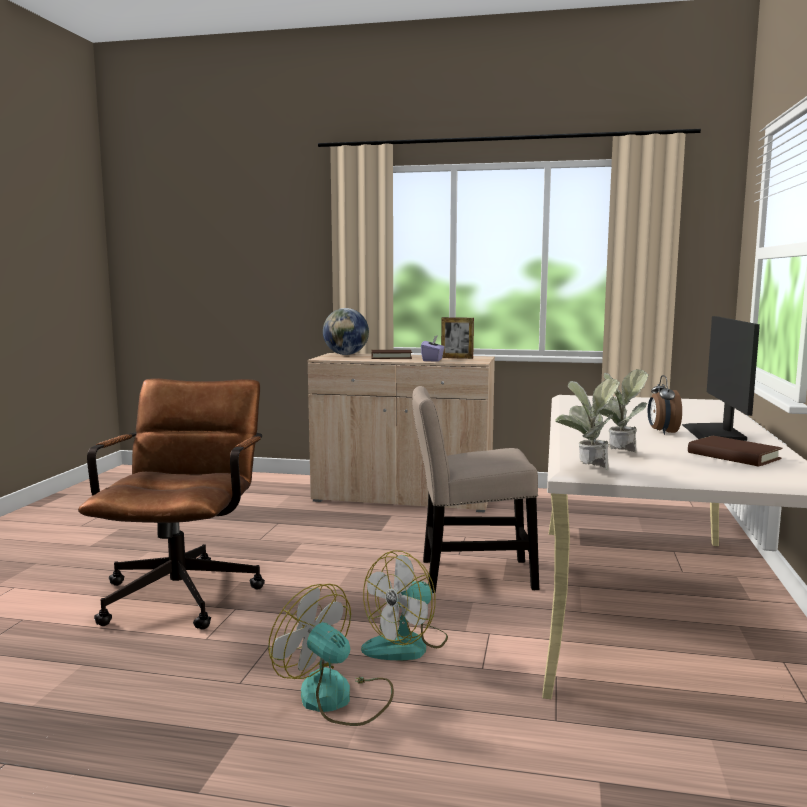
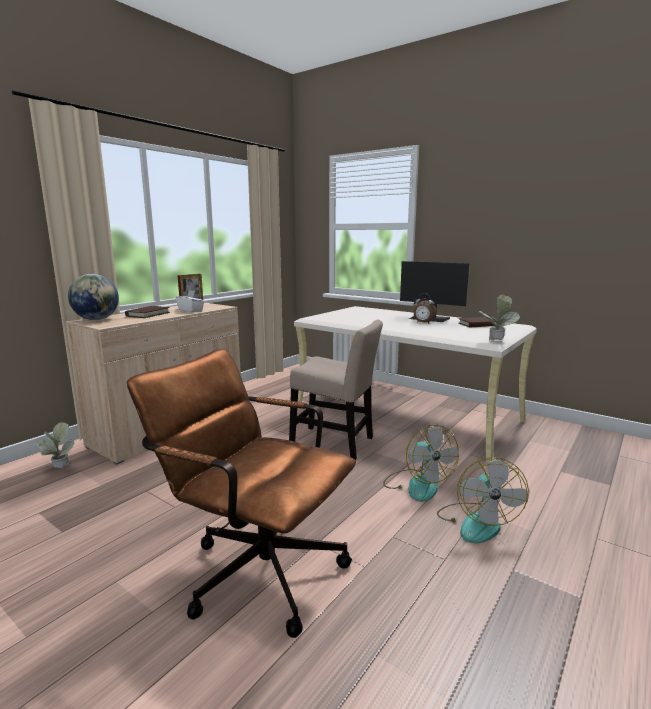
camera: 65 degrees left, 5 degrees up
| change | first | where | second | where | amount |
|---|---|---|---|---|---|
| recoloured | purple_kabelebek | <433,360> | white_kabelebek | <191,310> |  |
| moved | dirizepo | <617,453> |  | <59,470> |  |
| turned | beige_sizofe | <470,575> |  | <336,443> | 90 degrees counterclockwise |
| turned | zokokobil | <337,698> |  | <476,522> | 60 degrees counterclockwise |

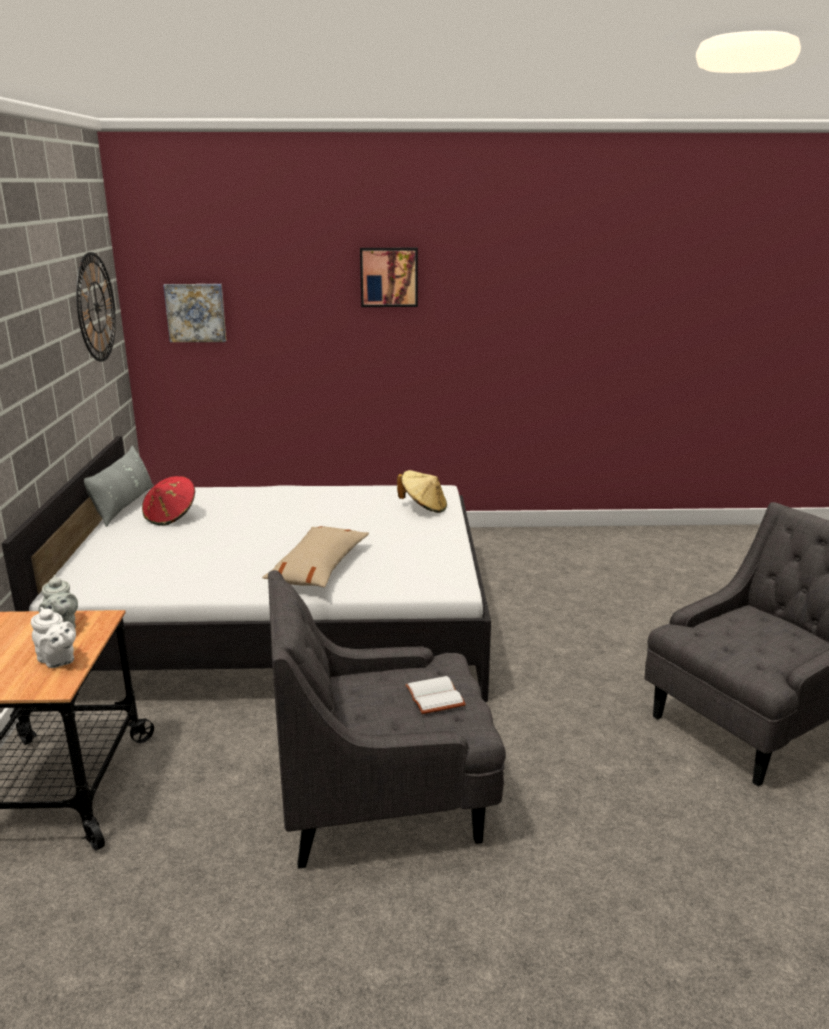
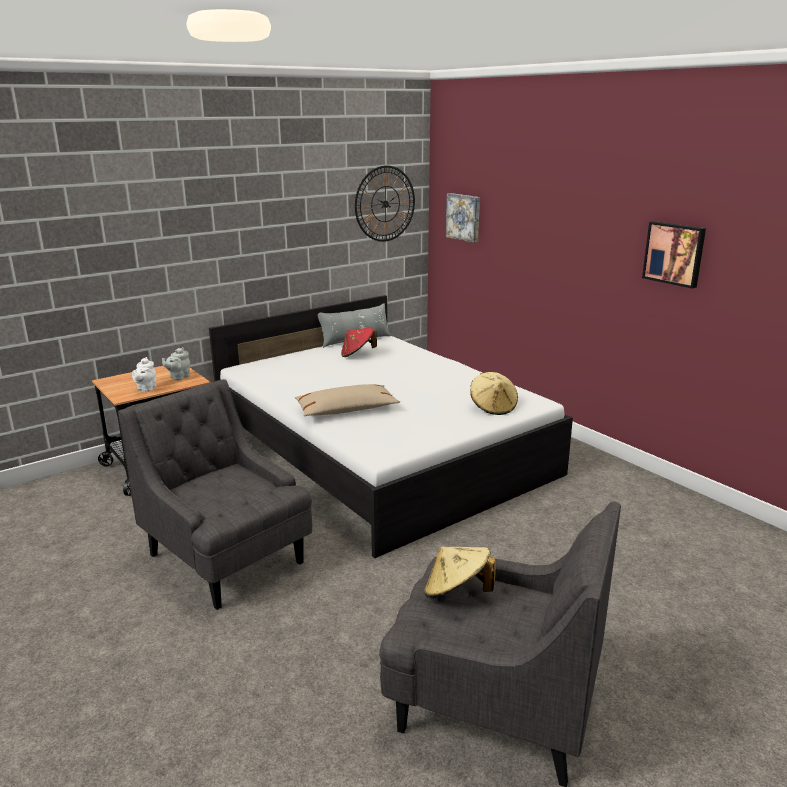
camera: 55 degrees right, 0 degrees up
| change | first | where | second | where | amount |
|---|---|---|---|---|---|
| moved | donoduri | <389,277> |  | <674,253> |  |
| removed | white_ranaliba | <436,696> |  |  |  |
| added |  |  | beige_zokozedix | <457,592> |  |

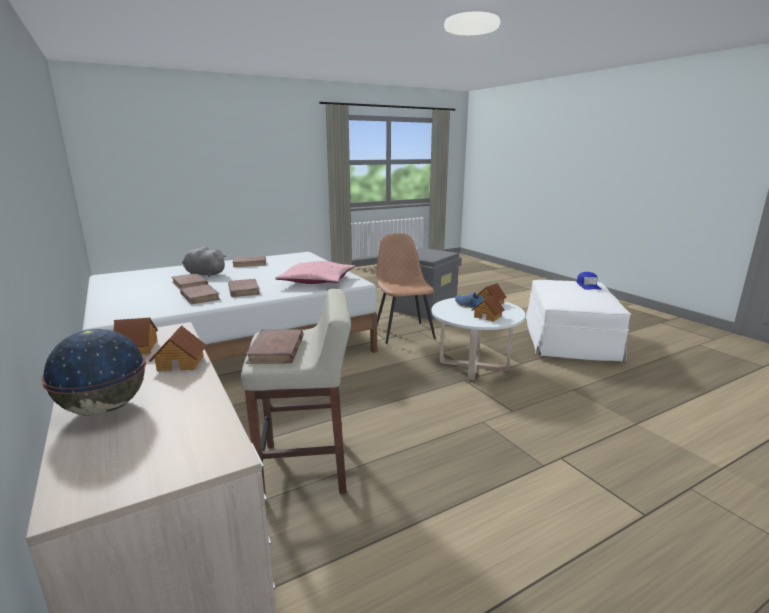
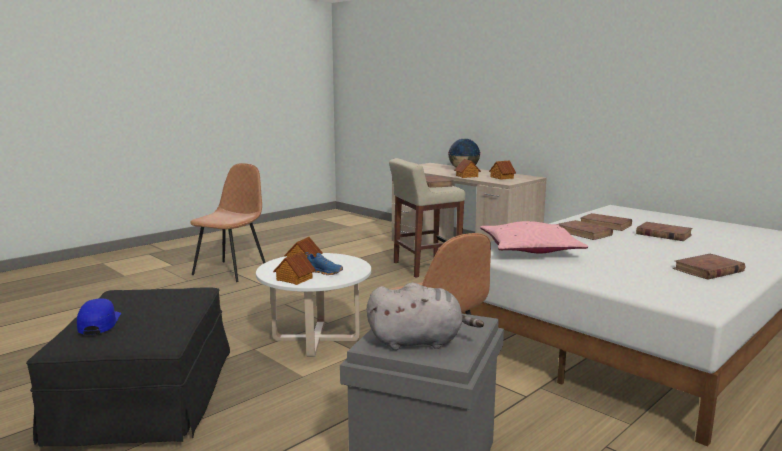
camera: 165 degrees right, 5 degrees down
| change | first | where | second | where | amount |
|---|---|---|---|---|---|
| moved | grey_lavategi | <204,274> |  | <419,342> |  |
| recoloured | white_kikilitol | <569,341> | black_kikilitol | <146,398> |  |
| added |  |  | brown_sizofe | <231,271> |  |

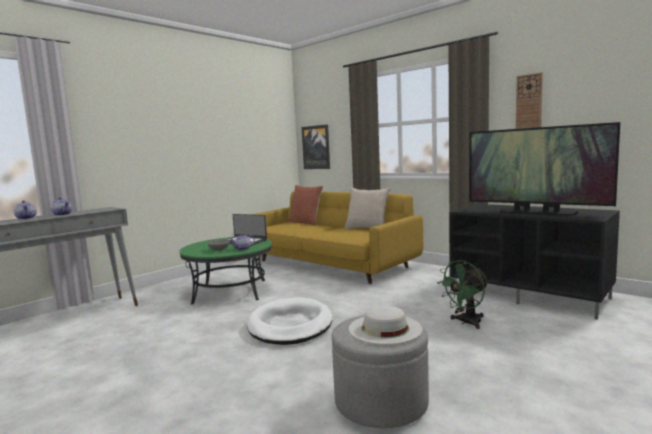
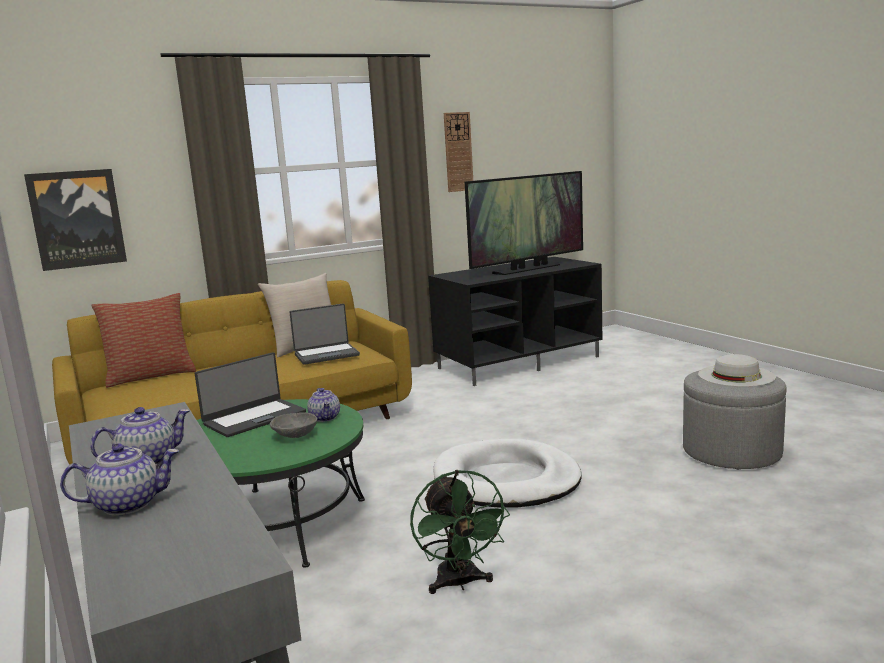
camera: 70 degrees left, 5 degrees up
| change | first | where | second | where | amount |
|---|---|---|---|---|---|
| moved | green_zokokobil | <466,322> |  | <460,583> |  |
| added |  |  | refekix | <326,355> |  |

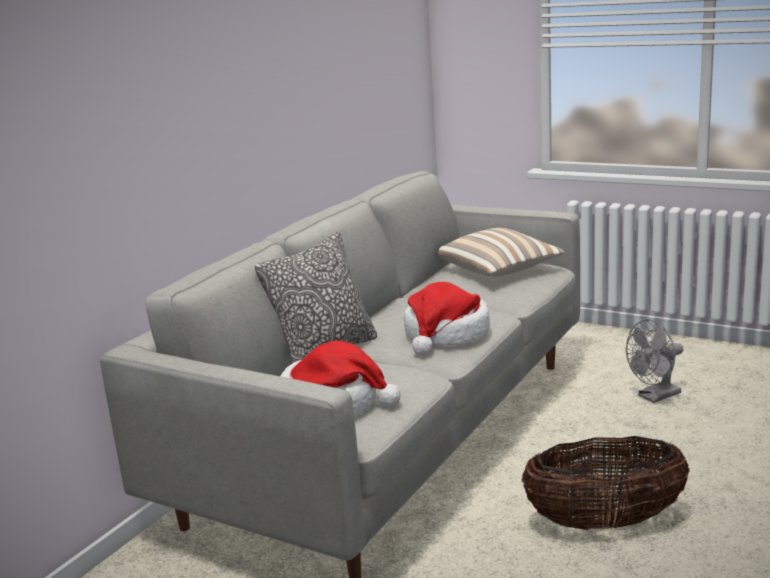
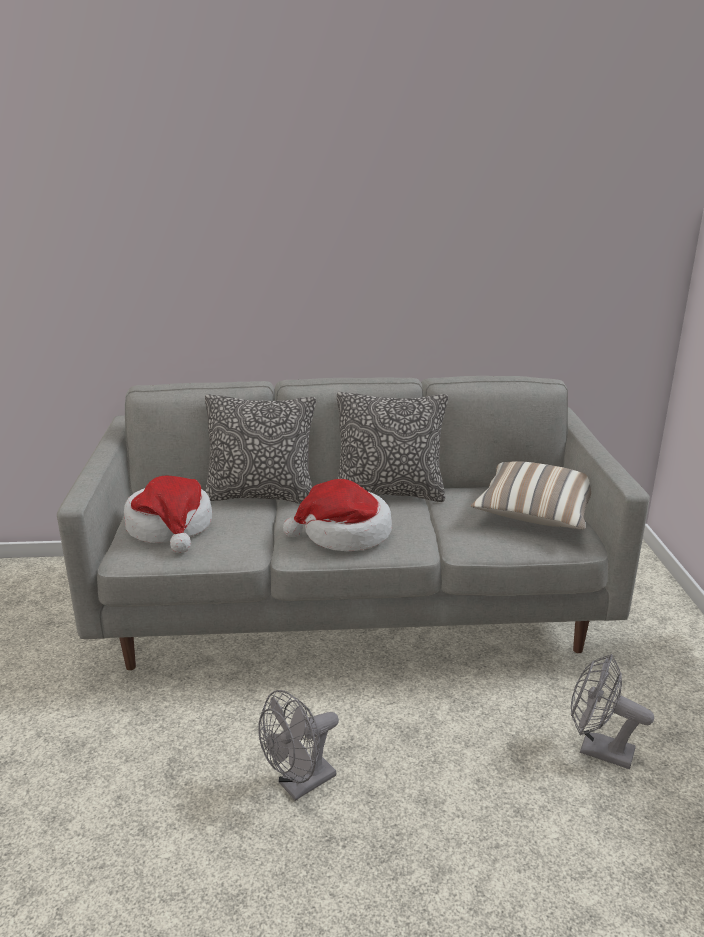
camera: 55 degrees right, 5 degrees up
| change | first | where | second | where | amount |
|---|---|---|---|---|---|
| replaced | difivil | <604,522> | grey_zokokobil | <300,785> |  |
| added |  |  | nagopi | <389,492> |  |

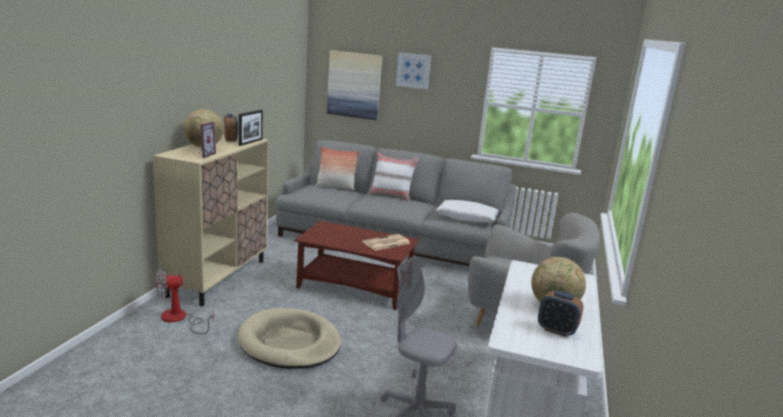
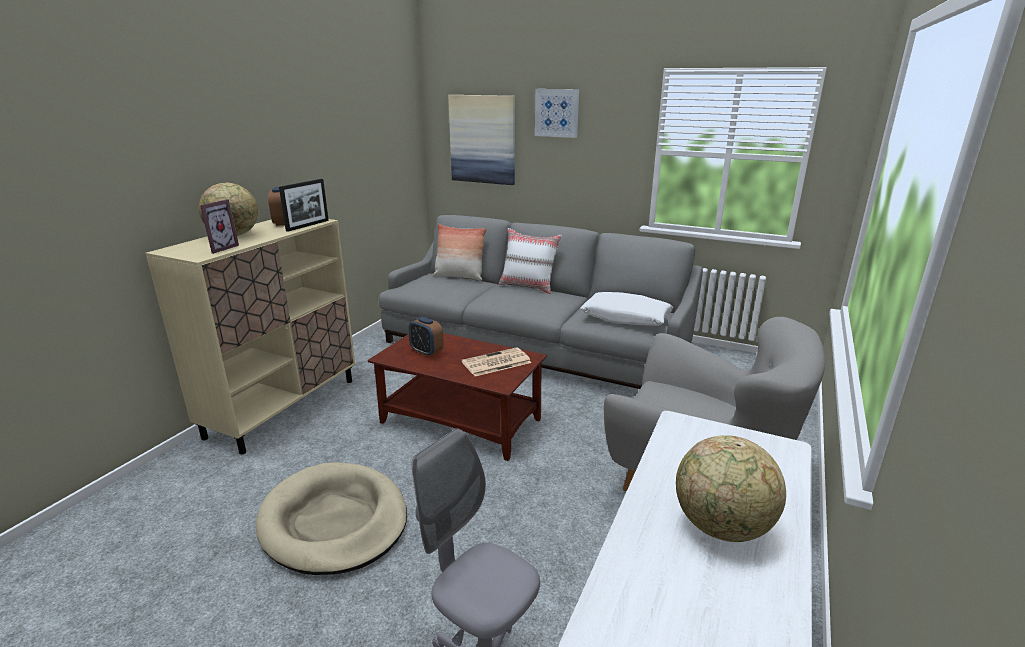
camera: 10 degrees right, 5 degrees up
| change | first | where | second | where | amount |
|---|---|---|---|---|---|
| removed | zokokobil | <179,319> |  |  |  |
| moved | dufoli | <556,330> |  | <426,351> |  |

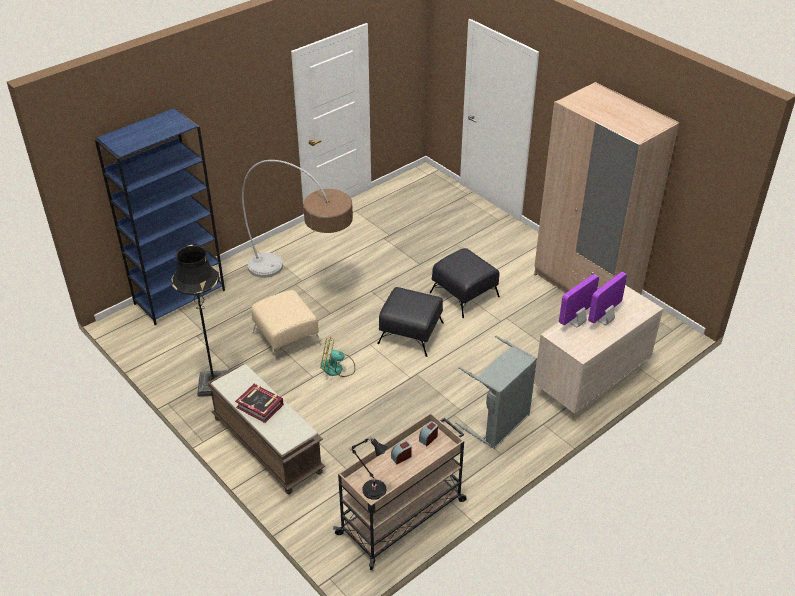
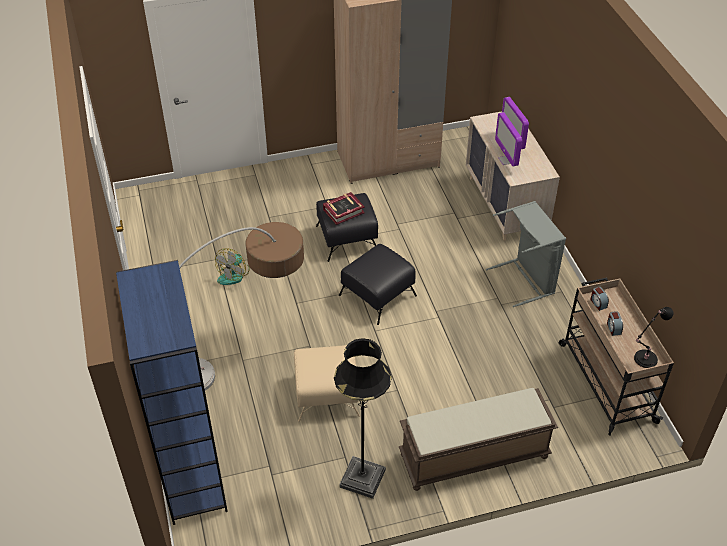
camera: 65 degrees left, 5 degrees up
| change | first | where | second | where | amount |
|---|---|---|---|---|---|
| moved | zokokobil | <337,368> |  | <234,274> |  |
| moved | ranaliba | <260,406> |  | <343,211> |  |

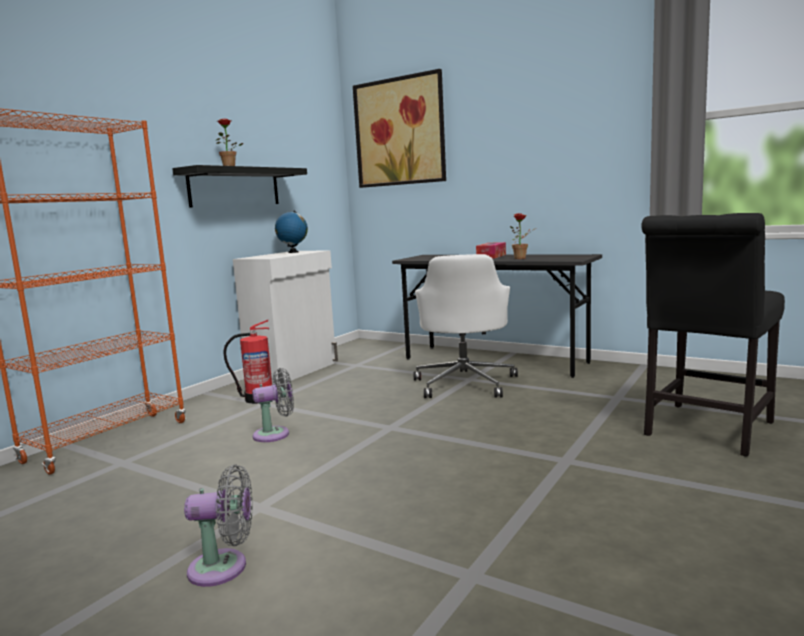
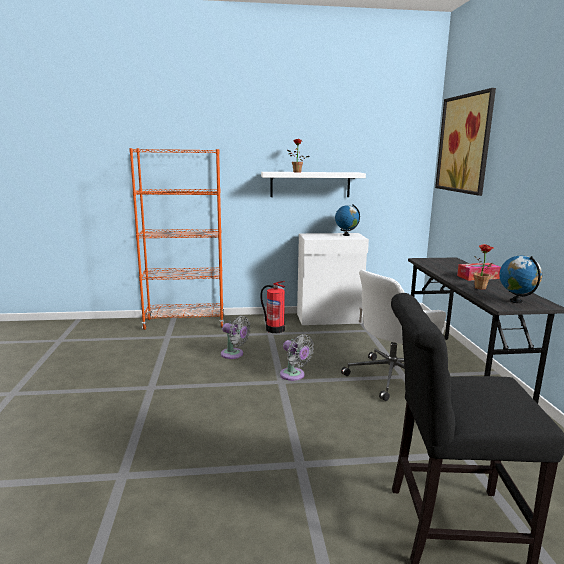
camera: 50 degrees right, 5 degrees up
| change | first | where | second | where | amount |
|---|---|---|---|---|---|
| recoloured | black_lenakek | <235,187> | white_lenakek | <310,184> |  |
| moved | grey_zokokobil | <224,568> |  | <294,375> |  |
| added |  |  | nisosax | <516,301> |  |

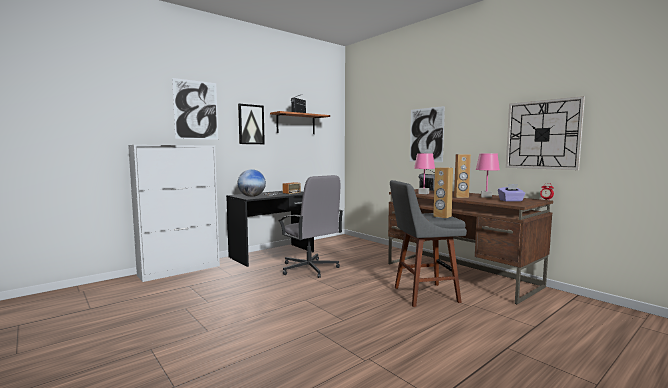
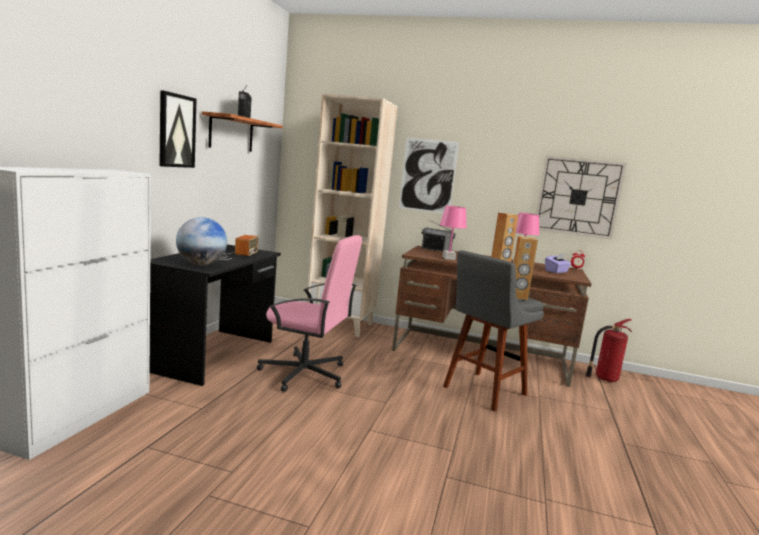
camera: 35 degrees left, 5 degrees up
| change | first | where | second | where | amount |
|---|---|---|---|---|---|
| removed | donoduri | <196,110> |  |  |  |
| recoloured | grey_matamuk | <309,269> | pink_matamuk | <305,374> |  |
| added |  |  | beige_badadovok | <341,325> |  |
| added |  |  | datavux | <604,378> |  |

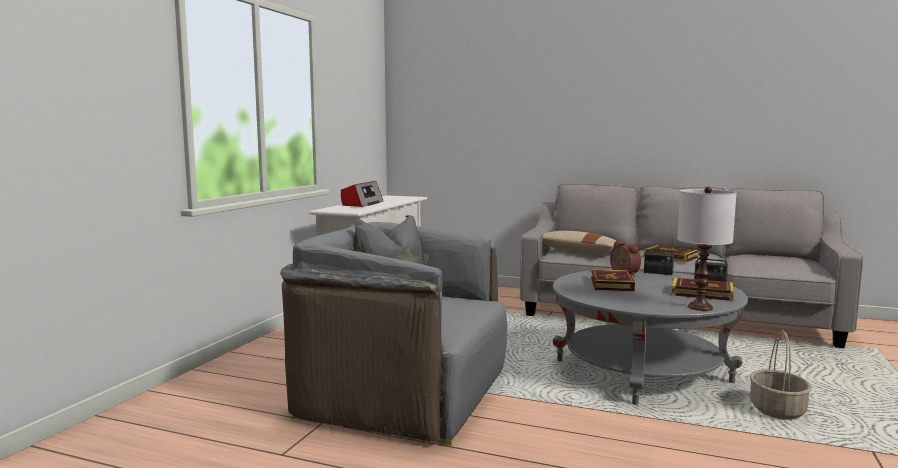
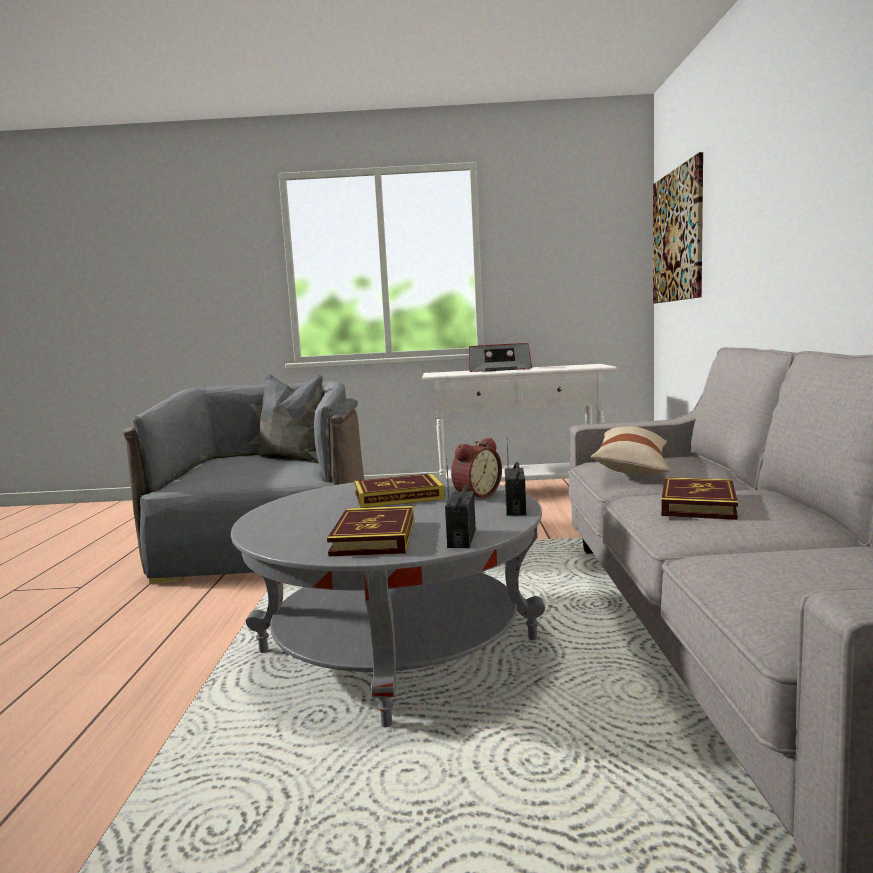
camera: 70 degrees right, 0 degrees up
| change | first | where | second | where | amount |
|---|---|---|---|---|---|
| removed | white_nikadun | <700,307> |  |  |  |
| removed | difivil | <776,409> |  |  |  |
| added |  |  | donoduri | <678,236> |  |

